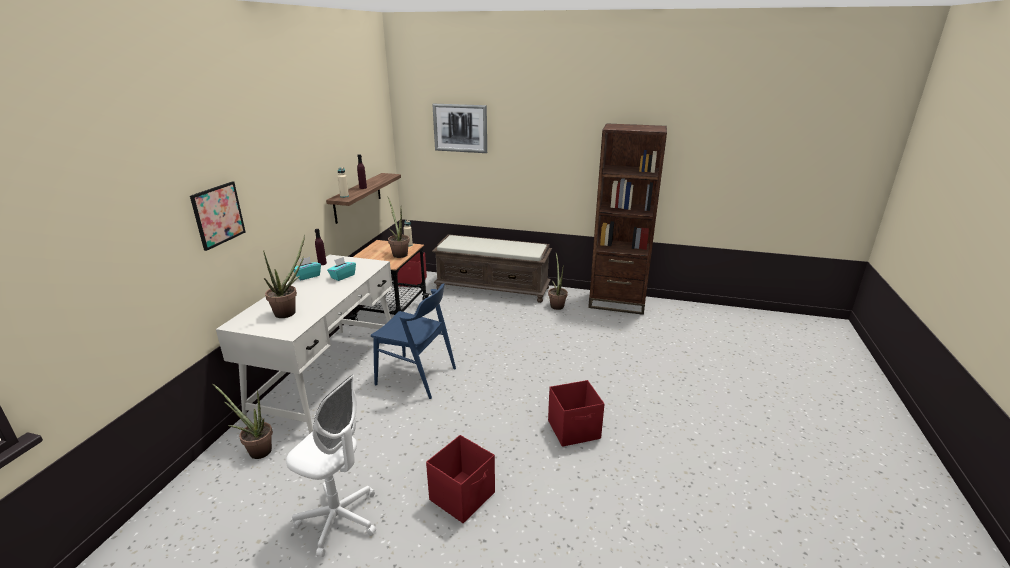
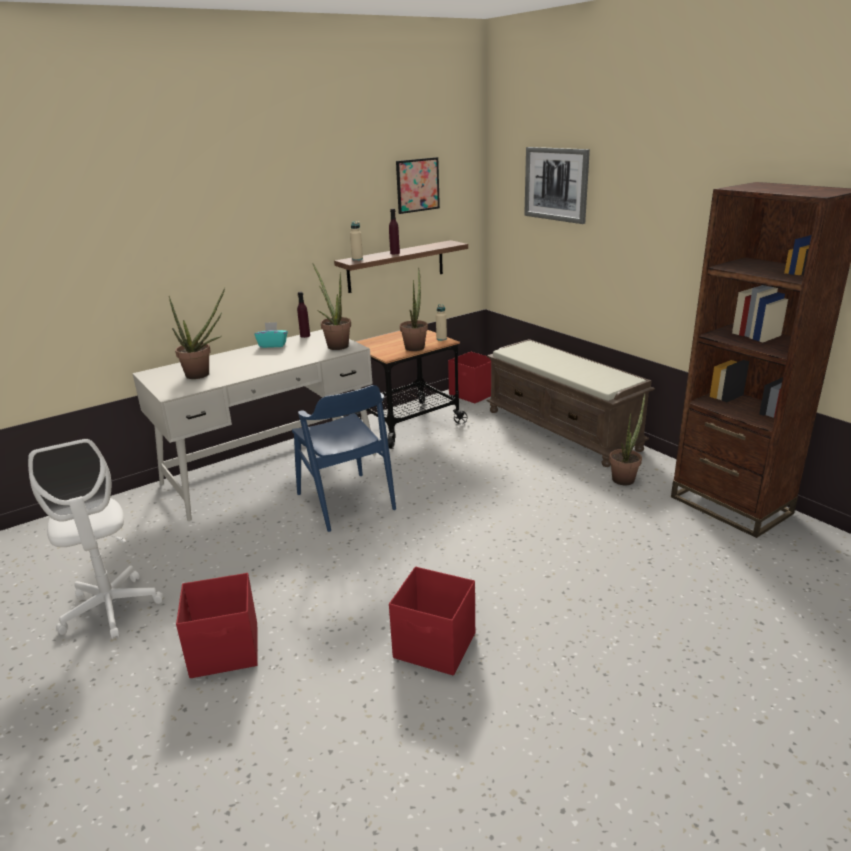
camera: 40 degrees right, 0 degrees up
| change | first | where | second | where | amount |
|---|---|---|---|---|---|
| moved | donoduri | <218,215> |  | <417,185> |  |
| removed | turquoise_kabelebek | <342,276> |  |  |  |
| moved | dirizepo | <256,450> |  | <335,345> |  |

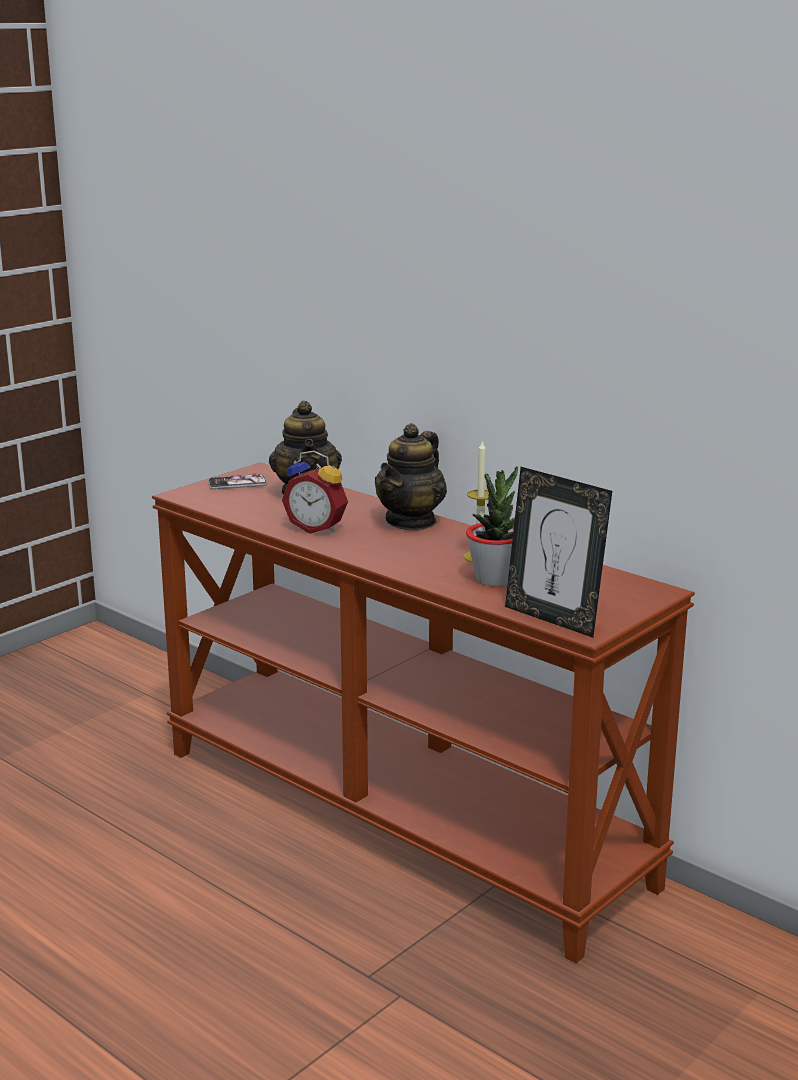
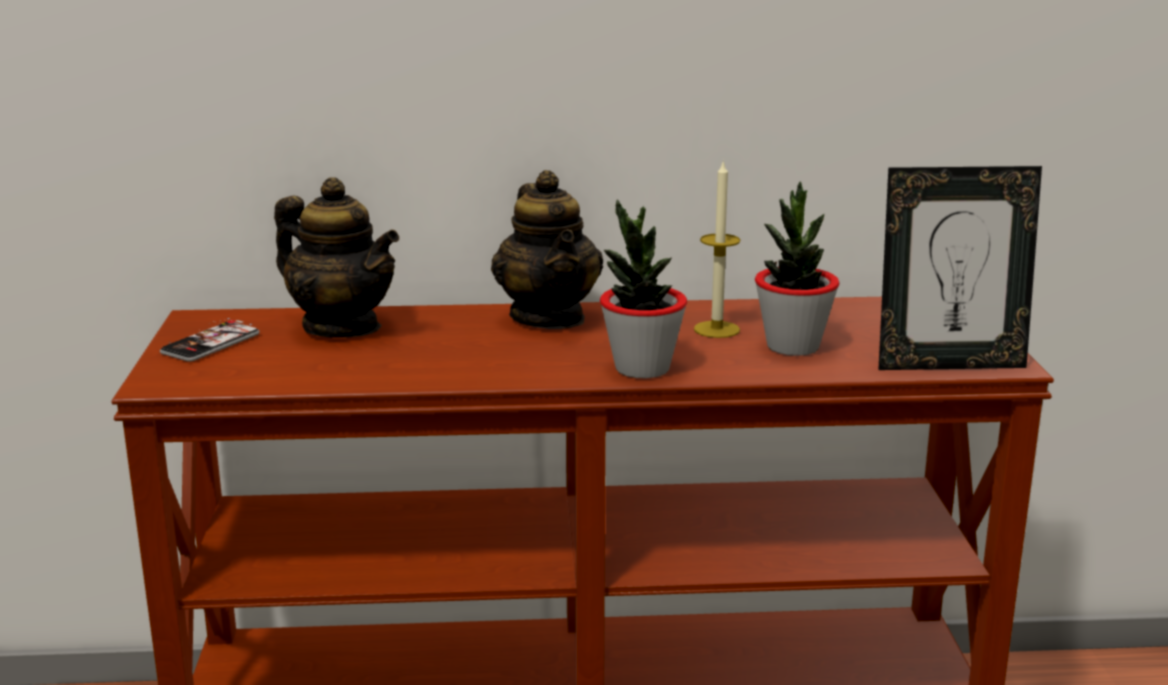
camera: 45 degrees left, 0 degrees up
| change | first | where | second | where | amount |
|---|---|---|---|---|---|
| removed | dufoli | <317,528> |  |  |  |
| added |  |  | dirizepo | <641,368> |  |

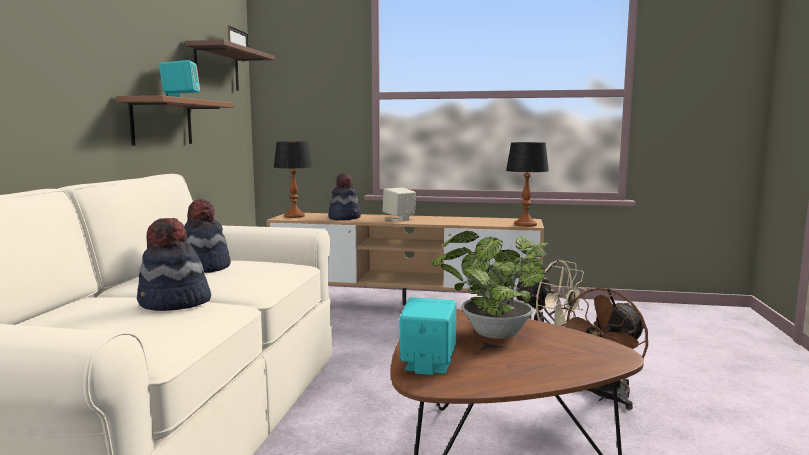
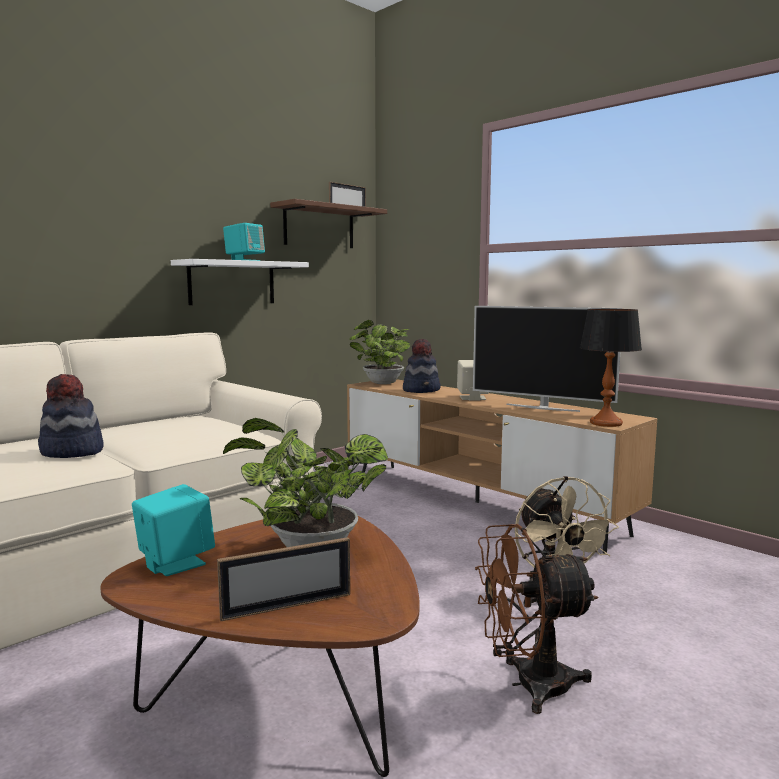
camera: 35 degrees right, 0 degrees up
| change | first | where | second | where | amount |
|---|---|---|---|---|---|
| recoloured | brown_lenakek | <162,122> | white_lenakek | <232,283> |  |
| replaced | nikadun | <294,216> | dirizepo | <381,383> |  |
| removed | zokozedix | <204,267> |  |  |  |
| added |  |  | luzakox | <542,408> |  |
| added |  |  | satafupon | <287,606> |  |

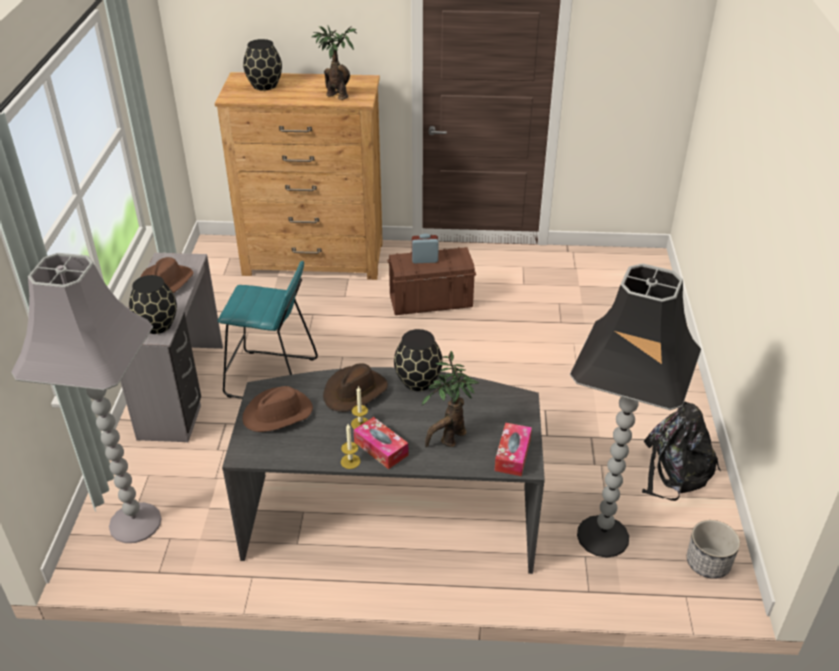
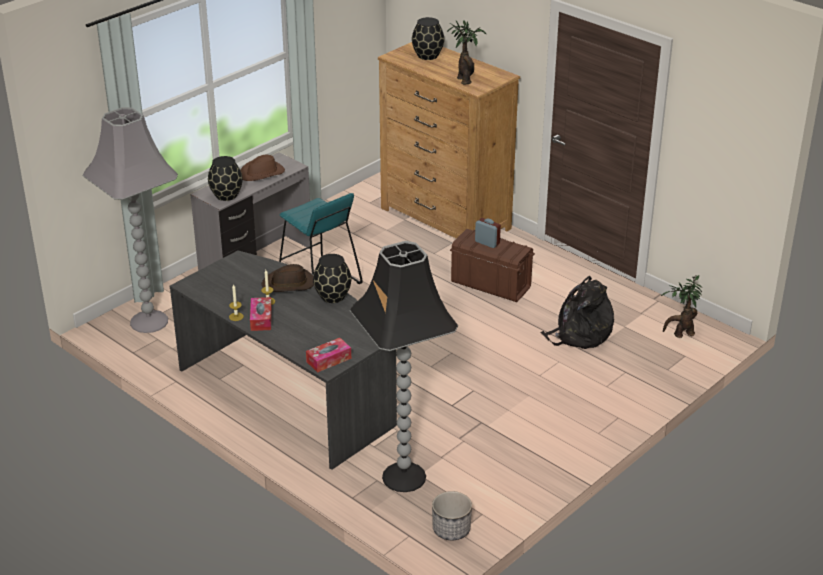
camera: 40 degrees right, 5 degrees down
| change | first | where | second | where | amount |
|---|---|---|---|---|---|
| moved | dirizepo | <449,439> |  | <680,334> |  |
| removed | brown_zokozedix | <278,413> |  |  |  |
| moved | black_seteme | <675,470> |  | <579,334> |  |

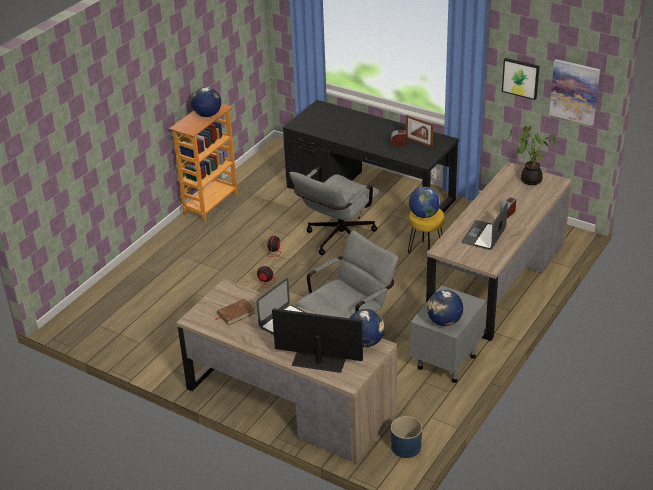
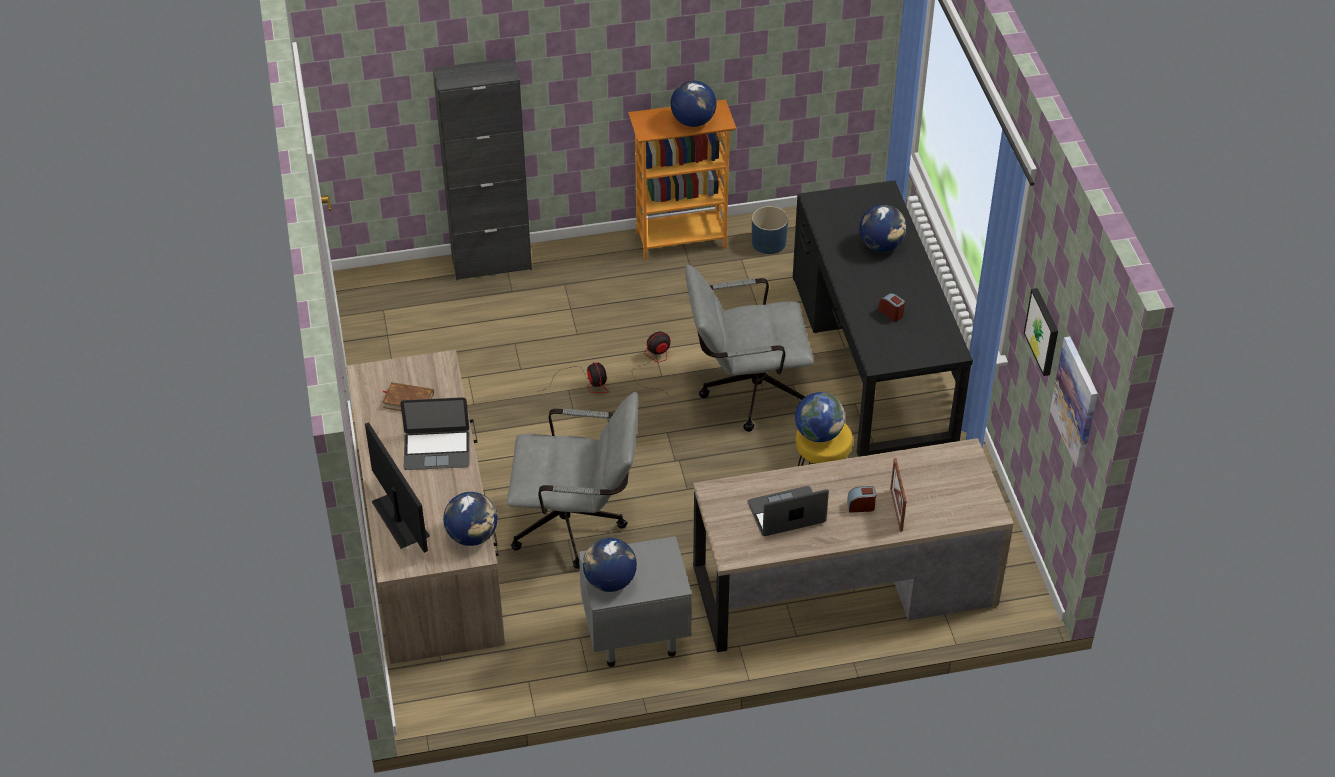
camera: 45 degrees right, 10 degrees up
| change | first | where | second | where | amount |
|---|---|---|---|---|---|
| moved | satafupon | <419,142> |  | <896,509> |  |
| removed | dirizepo | <530,179> |  |  |  |
| moved | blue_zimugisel | <406,447> |  | <769,242> |  |
| added |  |  | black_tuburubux | <491,263> |  |
| added |  |  | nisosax | <881,245> |  |

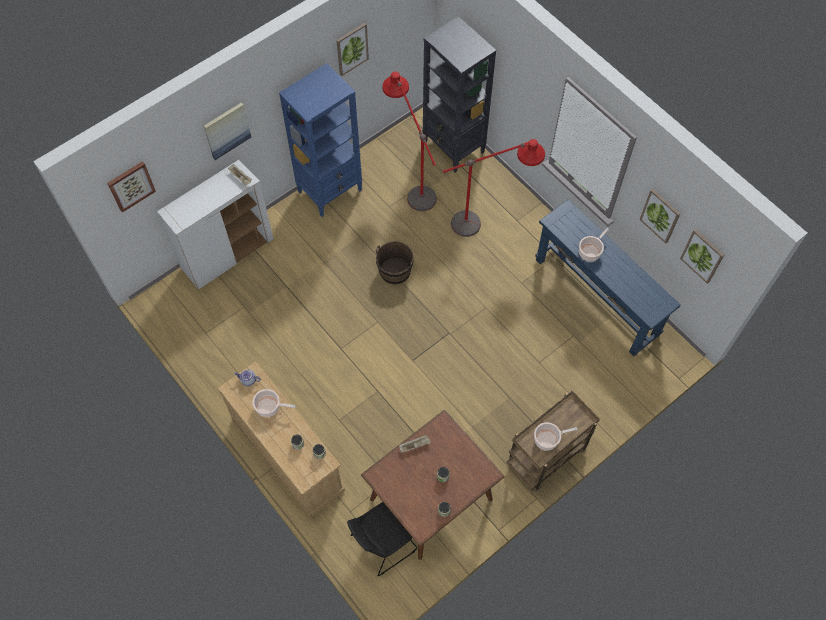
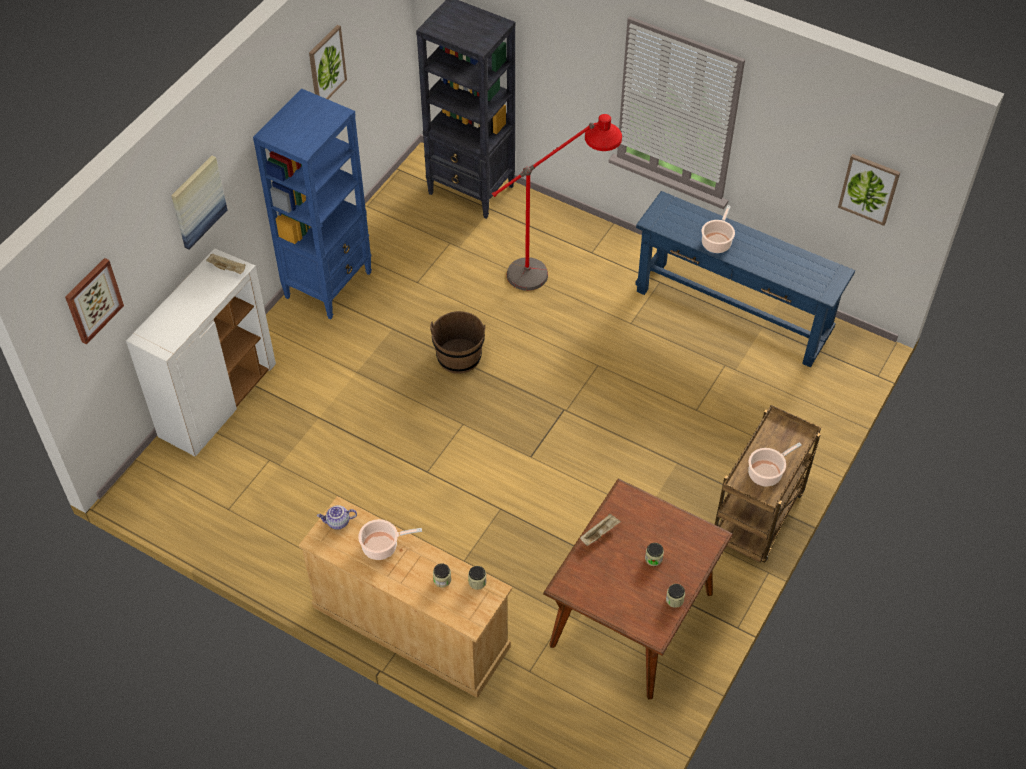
camera: 20 degrees left, 10 degrees down
| change | first | where | second | where | amount |
|---|---|---|---|---|---|
| removed | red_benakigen | <412,183> |  |  |  |
| removed | donoduri | <660,215> |  |  |  |
| removed | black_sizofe | <381,544> |  |  |  |

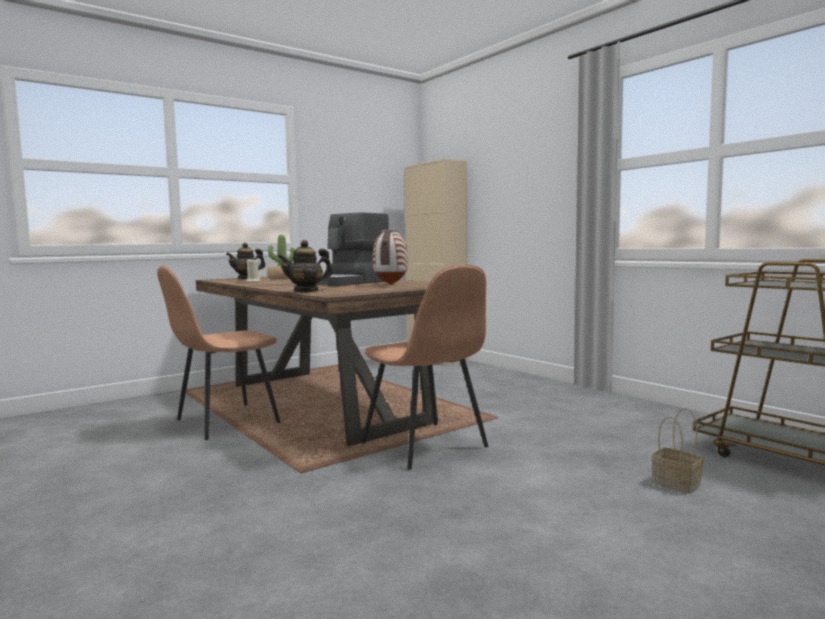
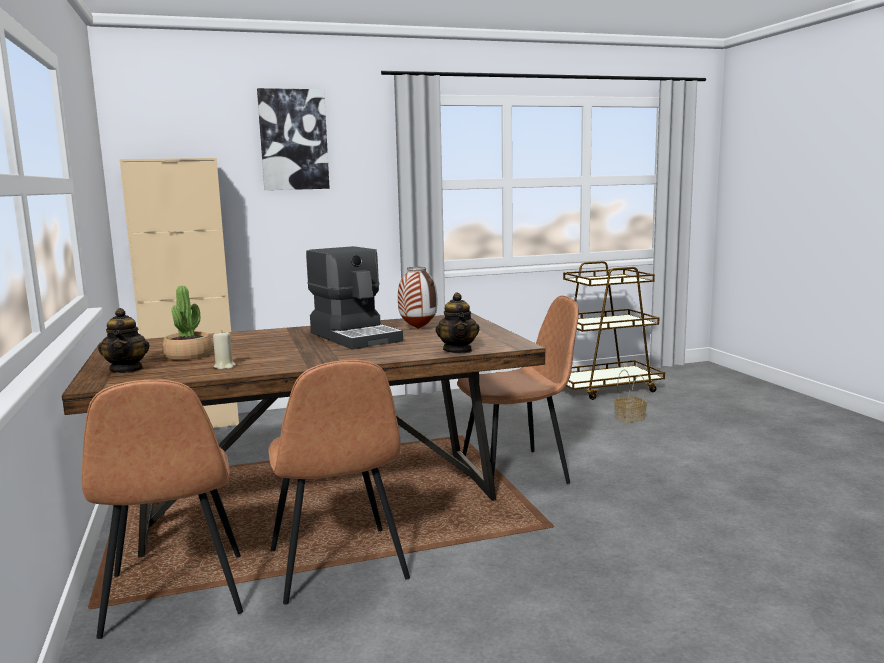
camera: 70 degrees left, 5 degrees up
| change | first | where | second | where | amount |
|---|---|---|---|---|---|
| added |  |  | donoduri | <293,140> |  |
| added |  |  | brown_sizofe | <174,597> |  |

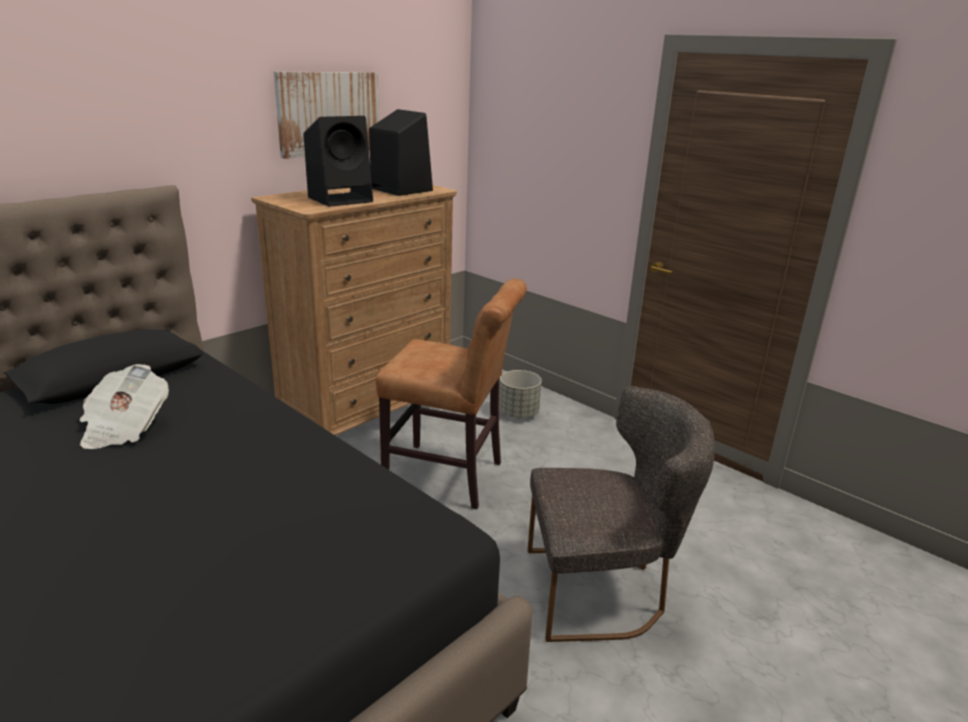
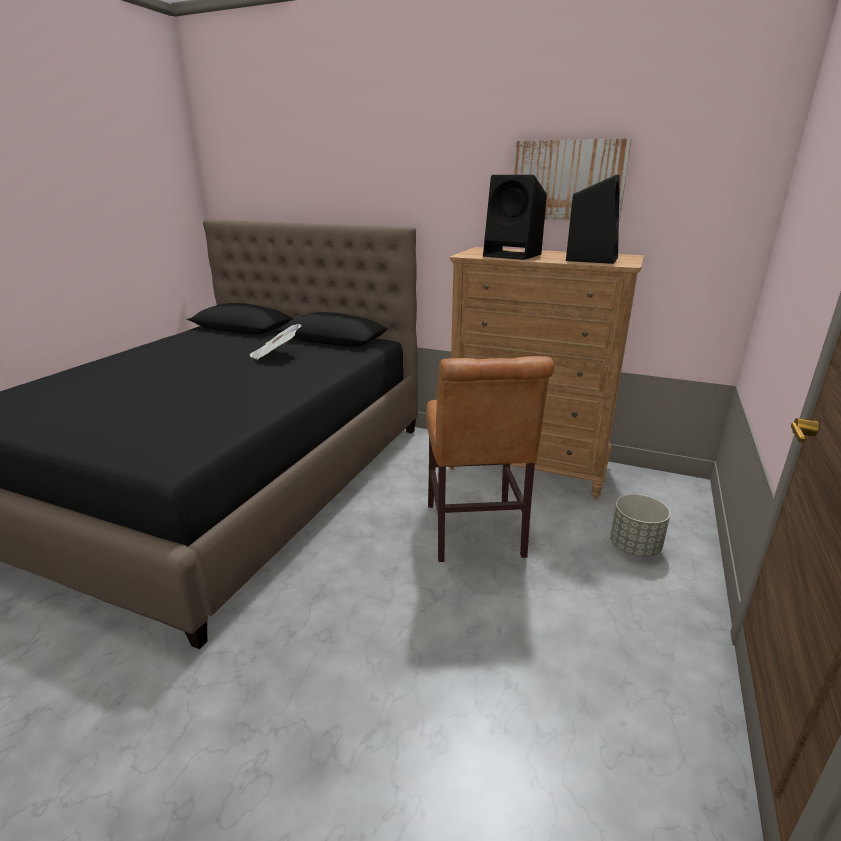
camera: 70 degrees right, 0 degrees up
| change | first | where | second | where | amount |
|---|---|---|---|---|---|
| removed | grey_sizofe | <602,591> |  |  |  |

